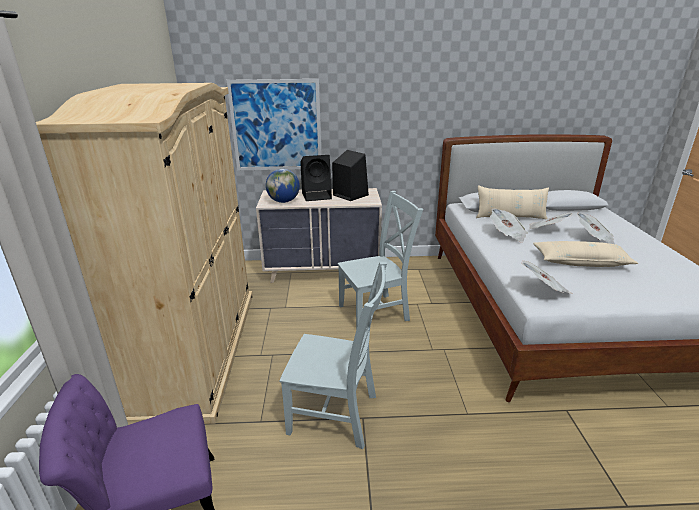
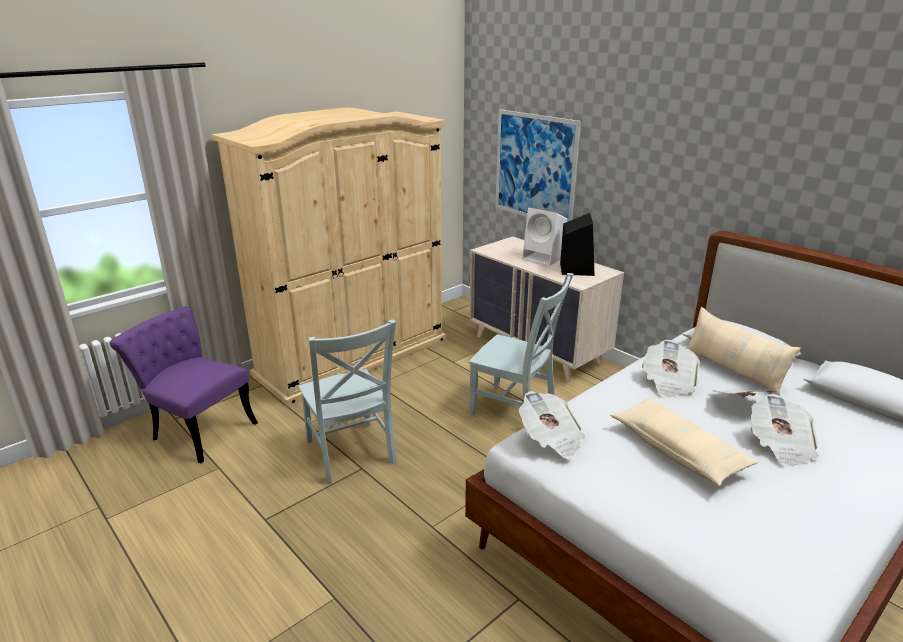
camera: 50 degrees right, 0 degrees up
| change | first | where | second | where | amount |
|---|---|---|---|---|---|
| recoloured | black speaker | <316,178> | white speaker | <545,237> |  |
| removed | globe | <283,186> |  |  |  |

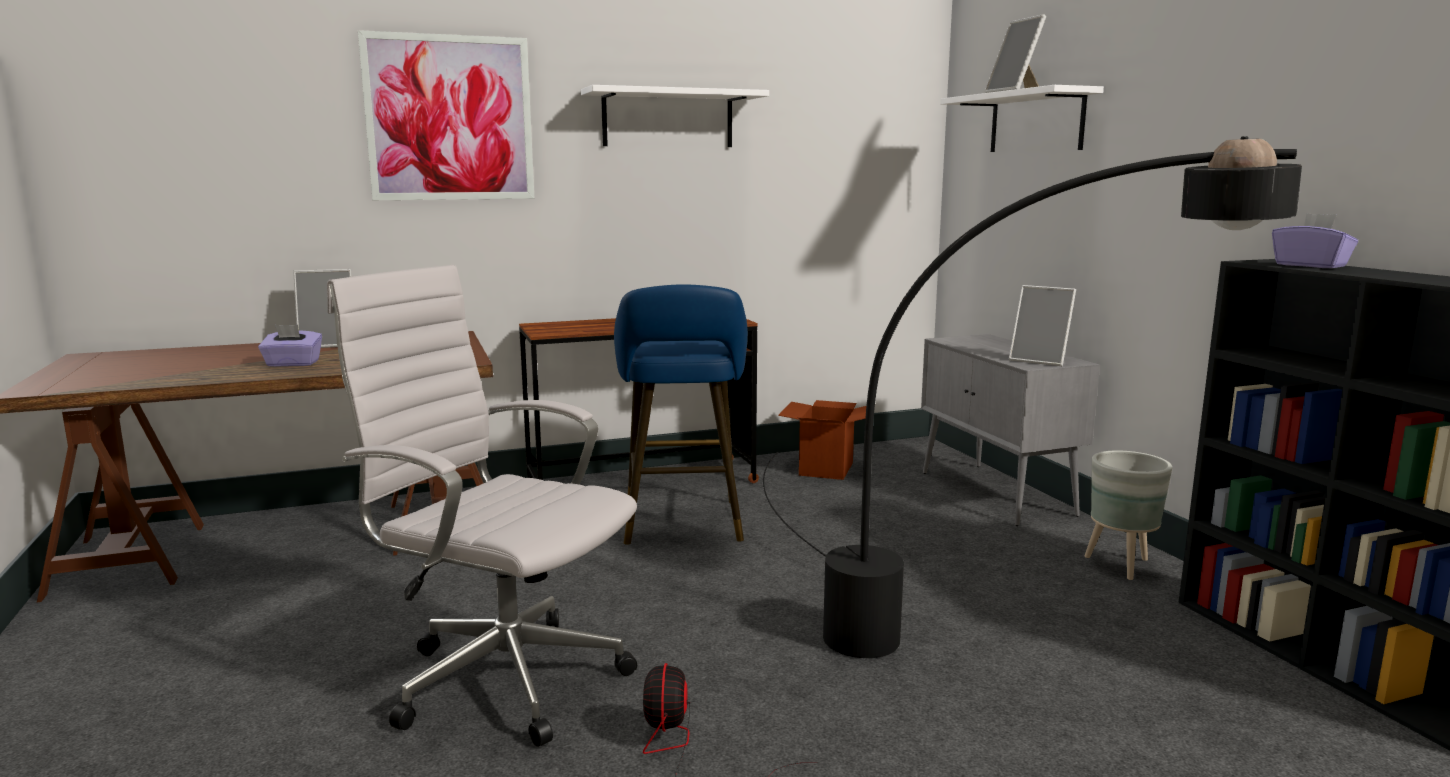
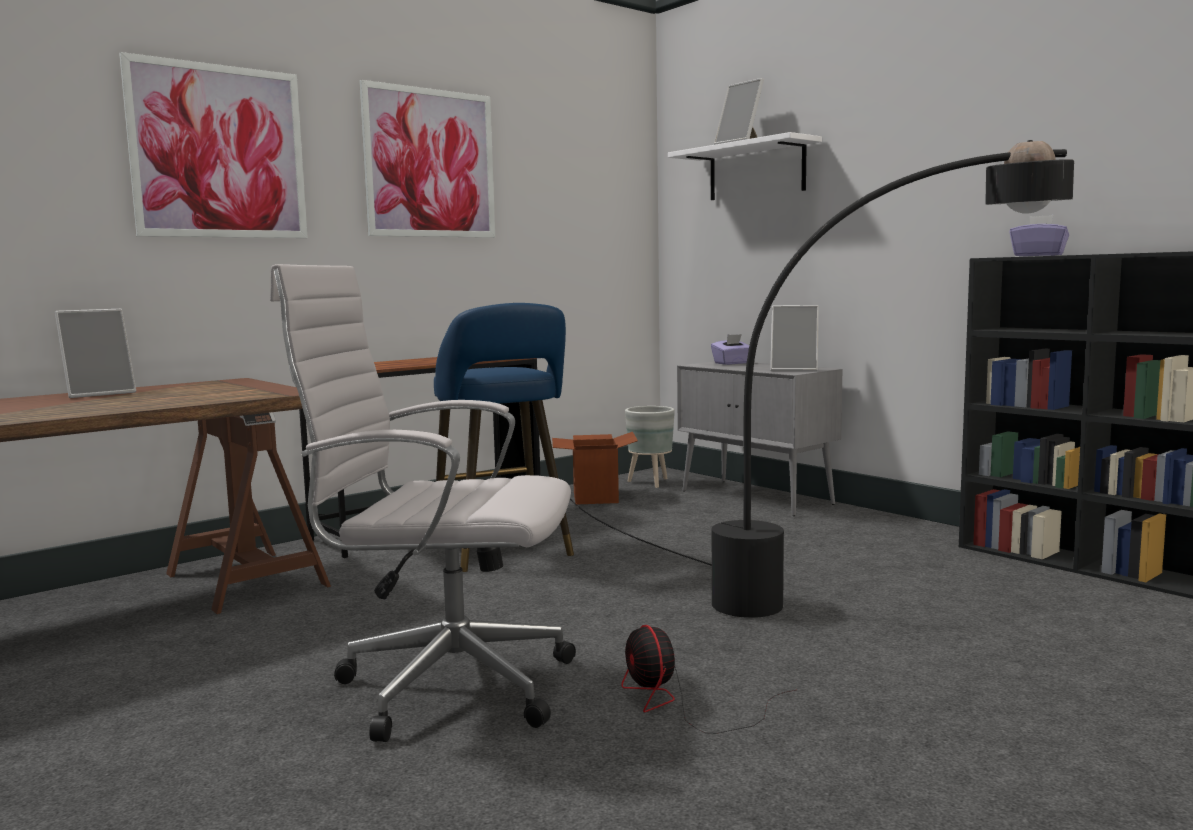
camera: 20 degrees left, 5 degrees down
| change | first | where | second | where | amount |
|---|---|---|---|---|---|
| replaced | white shelf | <675,116> | picture | <427,159> |  |
| moved | purple tissue box | <290,346> |  | <730,349> |  |
| moved | grey planter | <1128,515> |  | <650,447> |  |

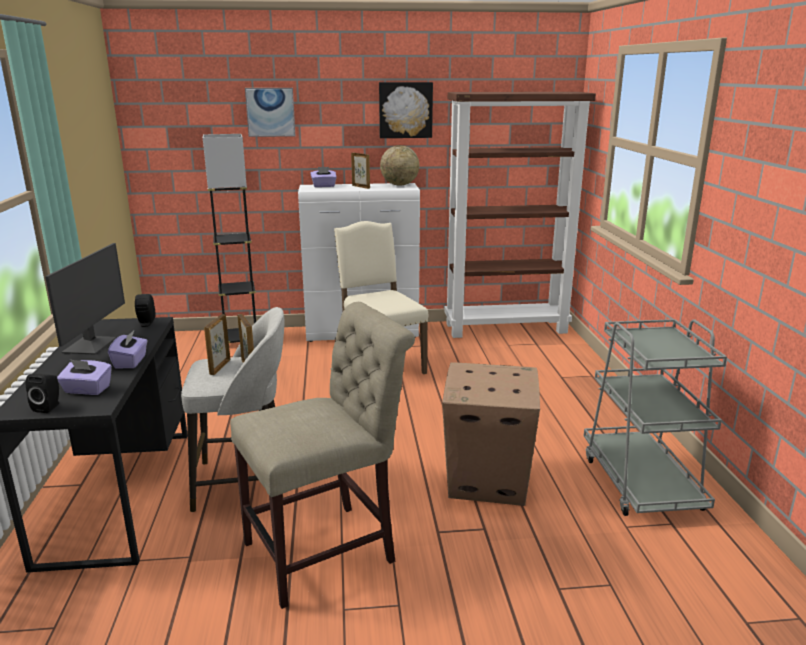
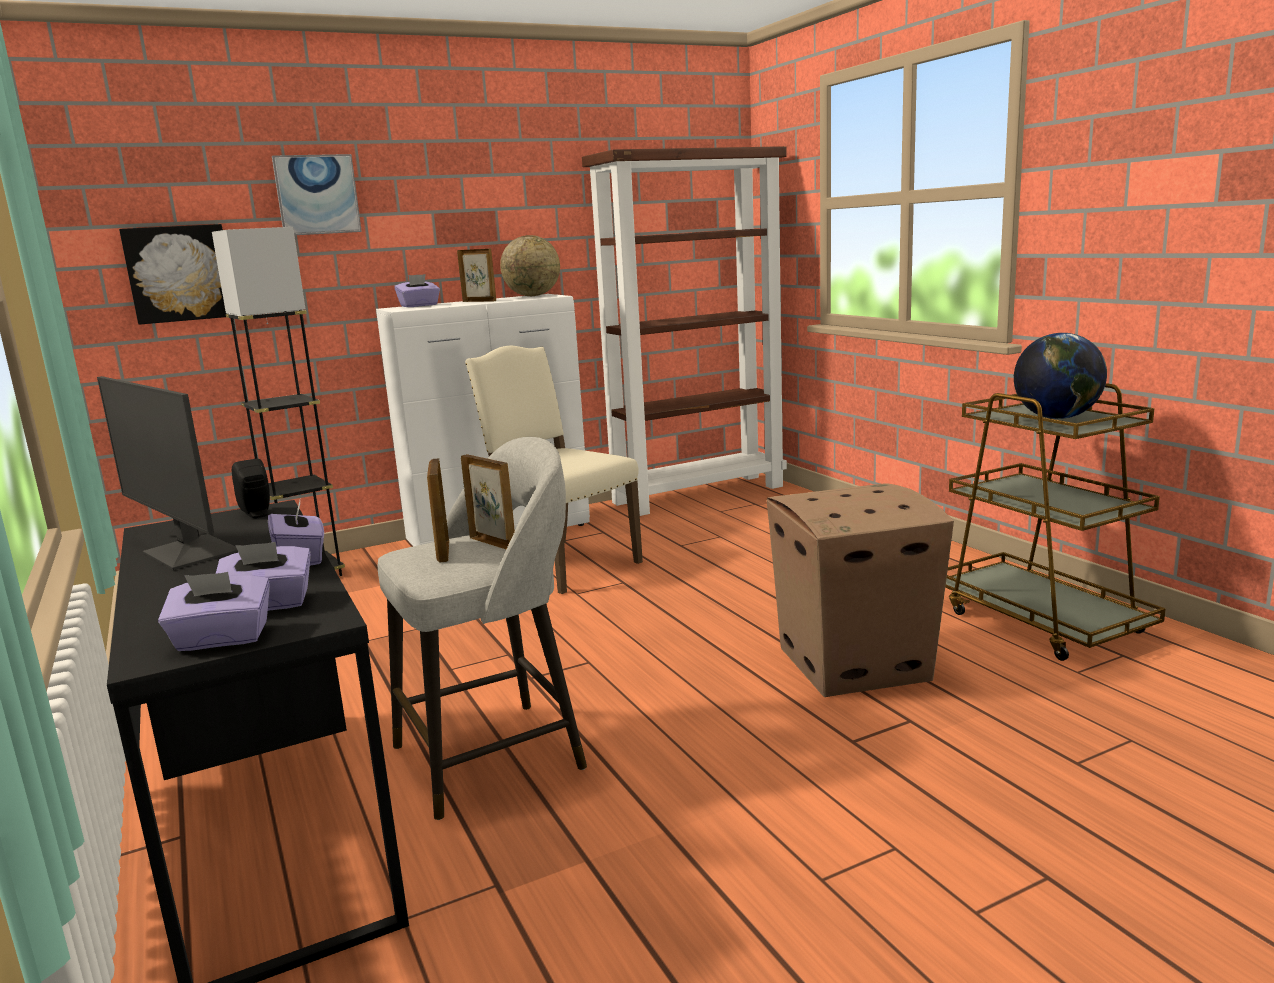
camera: 20 degrees left, 5 degrees down
| change | first | where | second | where | amount |
|---|---|---|---|---|---|
| moved | picture | <406,110> |  | <173,274> |  |
| turned | monitor | <85,298> |  | <167,473> | 150 degrees clockwise |
| removed | beige chair | <322,455> |  |  |  |
| recoloured | grey cart | <655,417> | brown cart | <1055,522> |  |
| replaced | black speaker | <42,393> | purple tissue box | <214,611> |  |
| added |  |  | globe | <1060,376> |  |

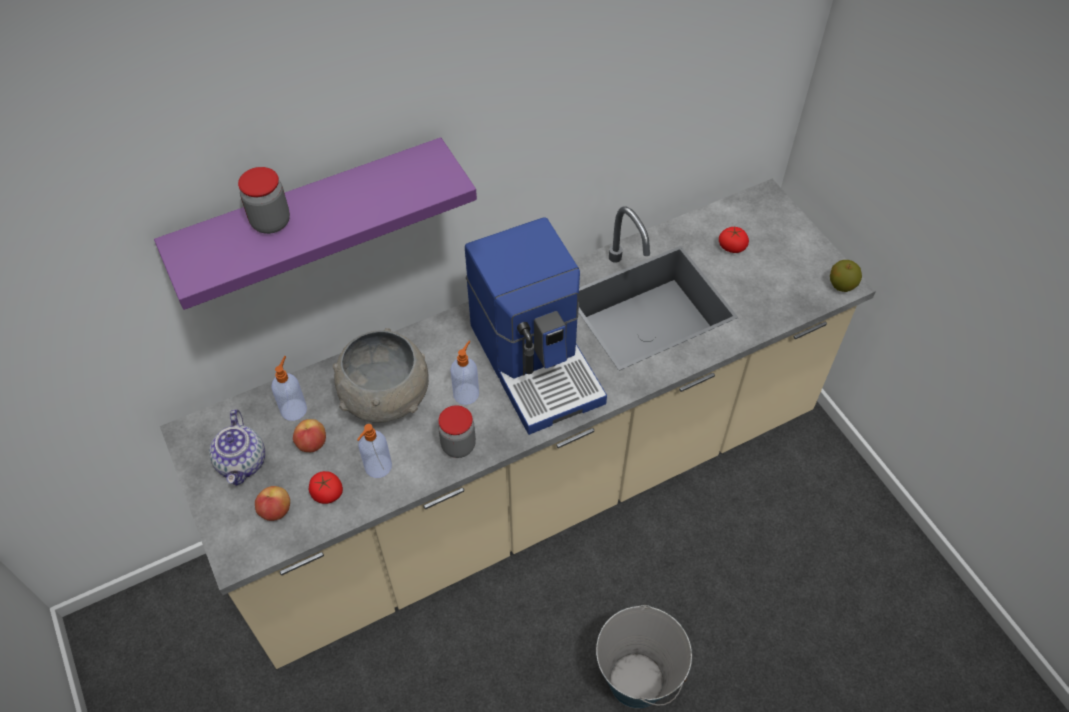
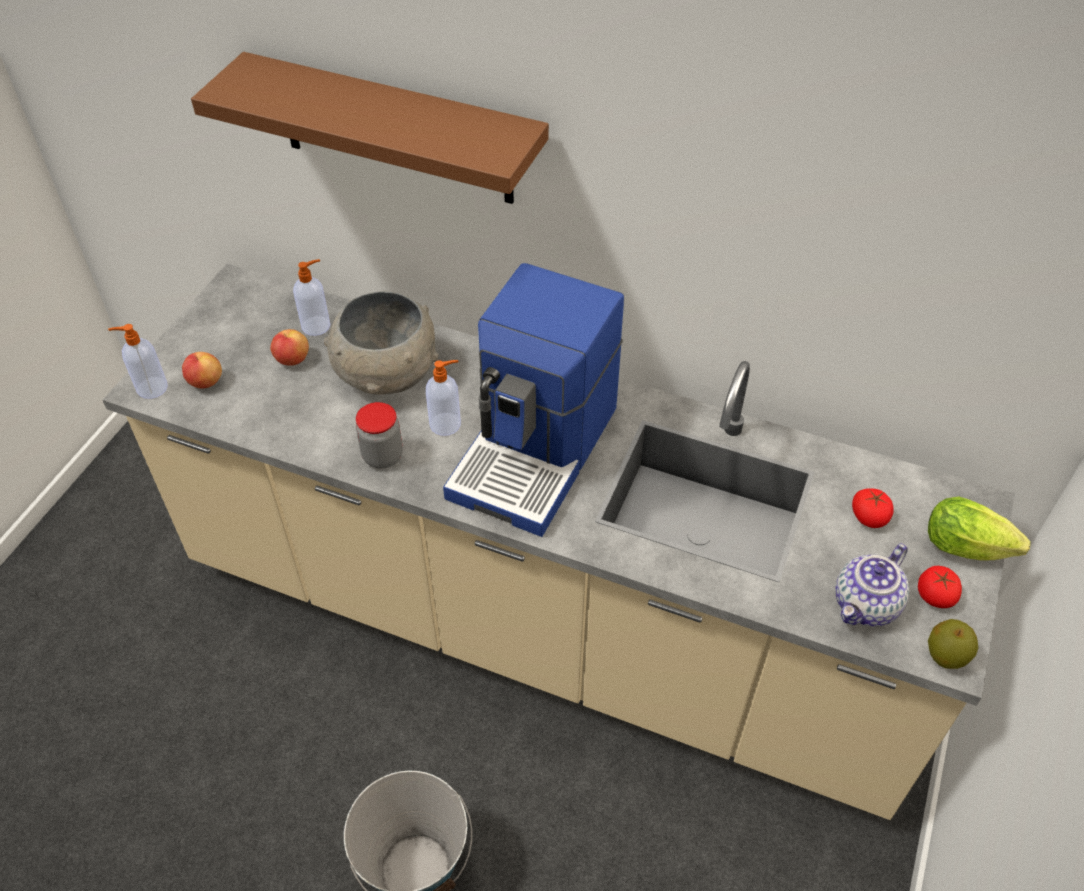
camera: 50 degrees right, 5 degrees down
| change | first | where | second | where | amount |
|---|---|---|---|---|---|
| recoloured | purple shelf | <315,223> | brown shelf | <370,128> |  |
| removed | jar | <264,200> |  |  |  |
| moved | teapot | <237,447> |  | <872,584> |  |
| moved | soap dispenser | <374,451> |  | <138,361> |  |
| moved | tomato | <326,487> |  | <940,587> |  |
| added |  |  | lettuce | <979,528> |  |

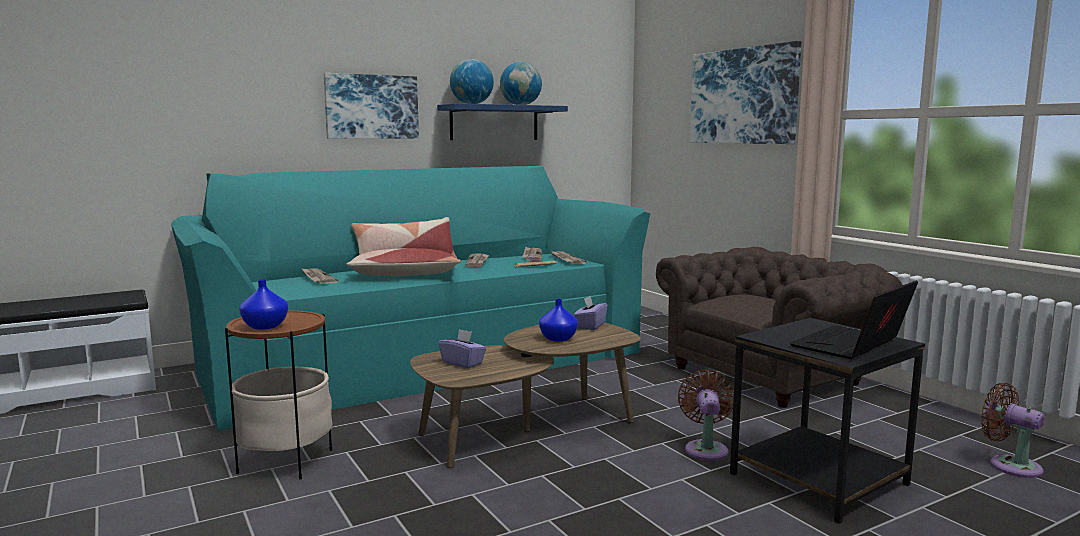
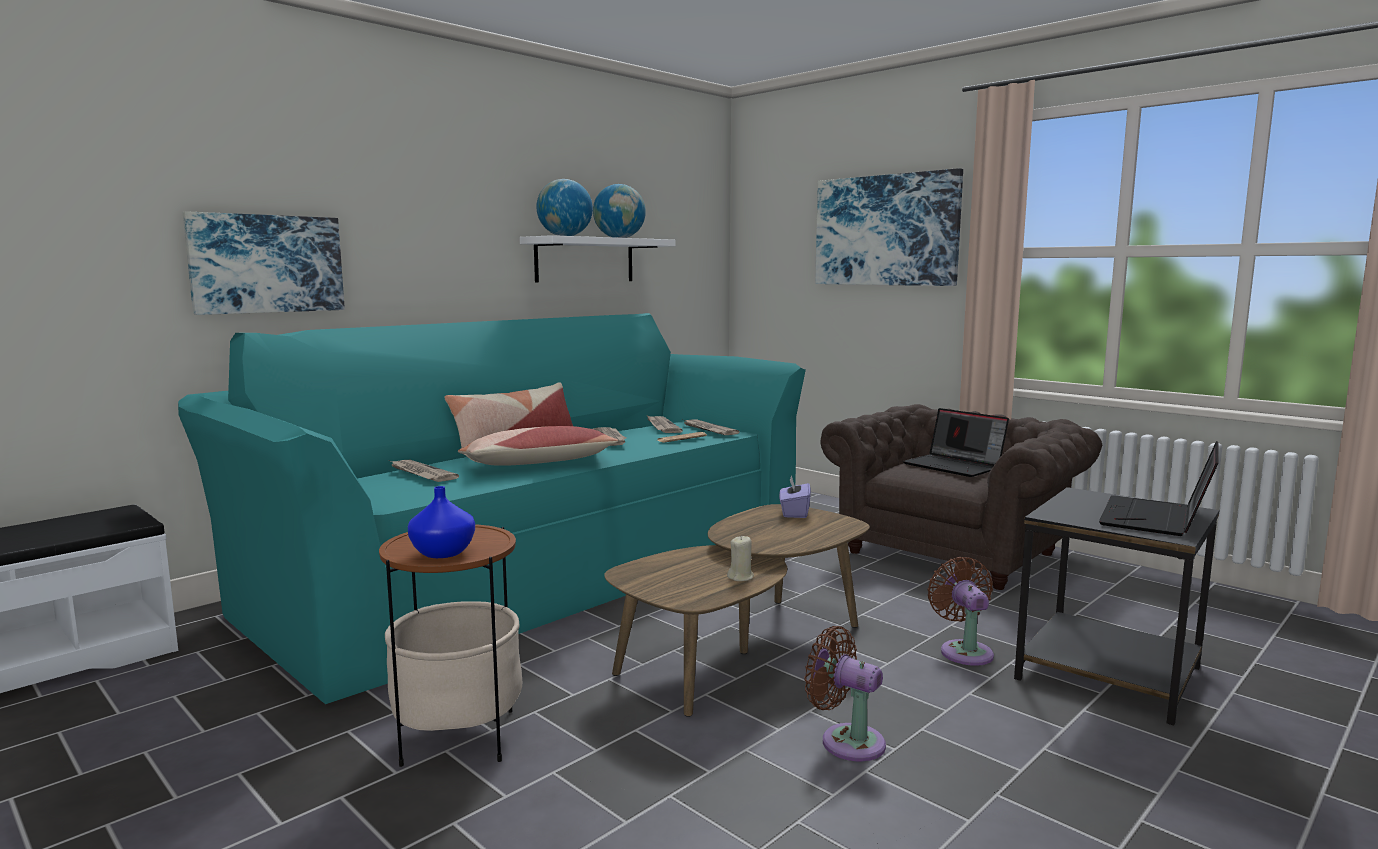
camera: 15 degrees left, 0 degrees up
| change | first | where | second | where | amount |
|---|---|---|---|---|---|
| moved | picture | <371,106> |  | <264,263> |  |
| recoloured | blue shelf | <502,121> | white shelf | <598,258> |  |
| removed | blue vase | <558,320> |  |  |  |
| removed | purple tissue box | <462,348> |  |  |  |
| moved | brown fan | <1013,430> |  | <845,694> |  |
| added |  |  | laptop | <956,442> |  |
| added |  |  | beige candle | <740,558> |  |

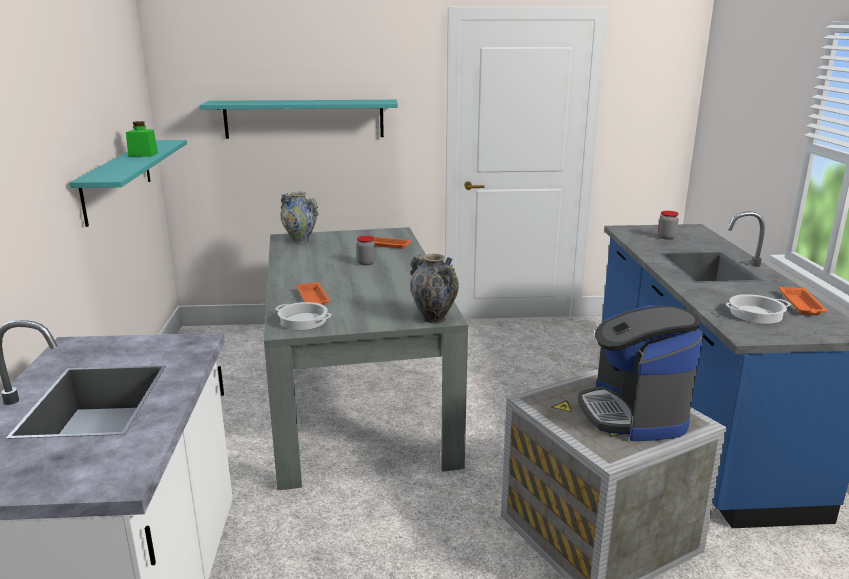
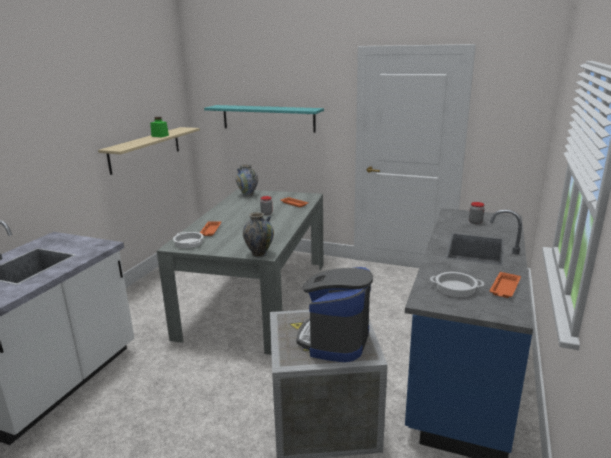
camera: 25 degrees right, 0 degrees up
| change | first | where | second | where | amount |
|---|---|---|---|---|---|
| recoloured | turquoise shelf | <128,183> | beige shelf | <149,151> |  |

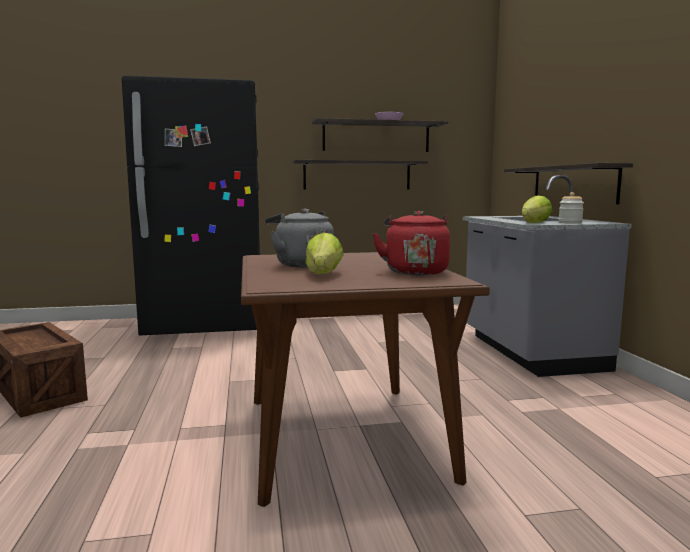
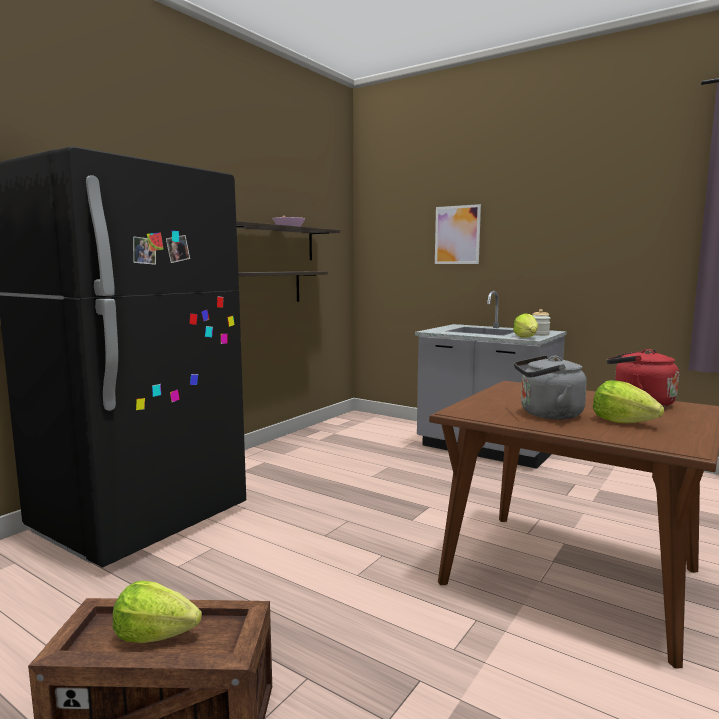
camera: 45 degrees left, 0 degrees up
| change | first | where | second | where | amount |
|---|---|---|---|---|---|
| removed | shelf | <568,183> |  |  |  |
| added |  |  | picture | <458,234> |  |
| added |  |  | lettuce | <157,612> |  |

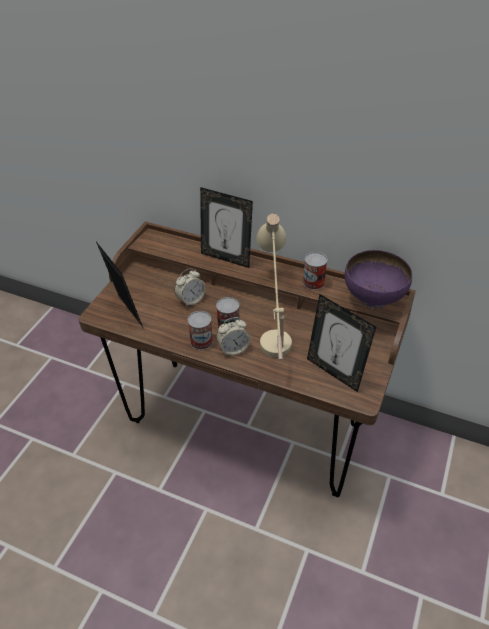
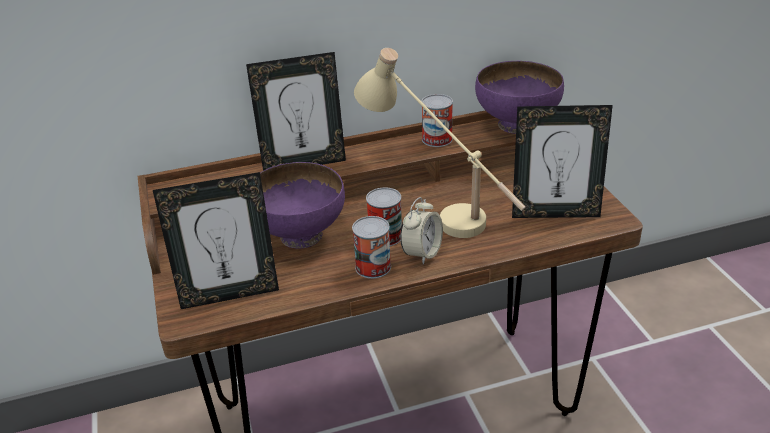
camera: 40 degrees left, 10 degrees down
| change | first | where | second | where | amount |
|---|---|---|---|---|---|
| turned | picture frame | <120,285> |  | <216,240> | 150 degrees clockwise |
| replaced | alarm clock | <190,287> | purple bowl | <302,205> |  |

